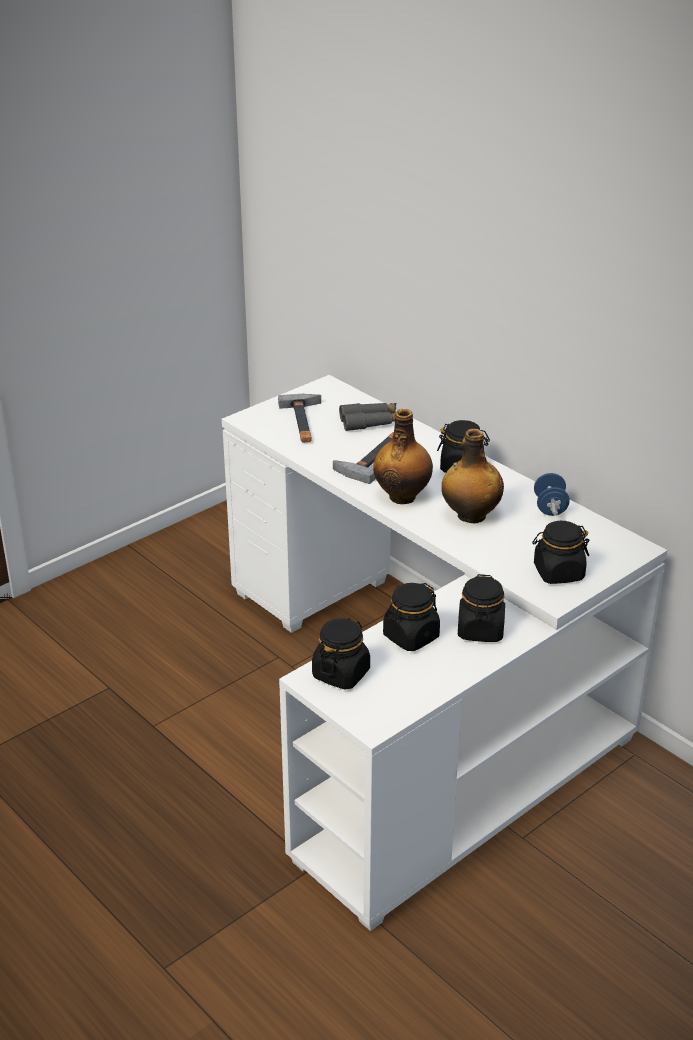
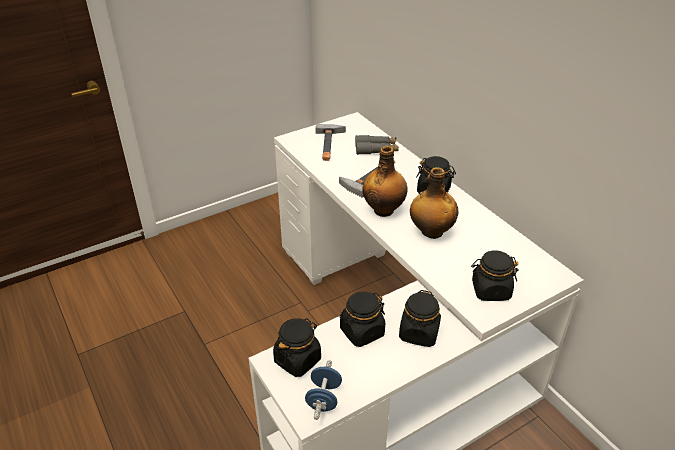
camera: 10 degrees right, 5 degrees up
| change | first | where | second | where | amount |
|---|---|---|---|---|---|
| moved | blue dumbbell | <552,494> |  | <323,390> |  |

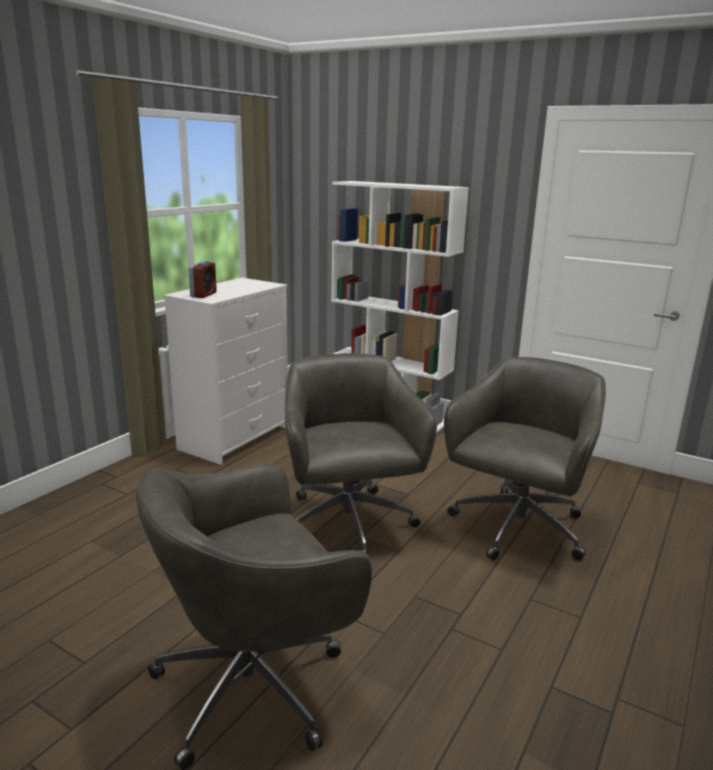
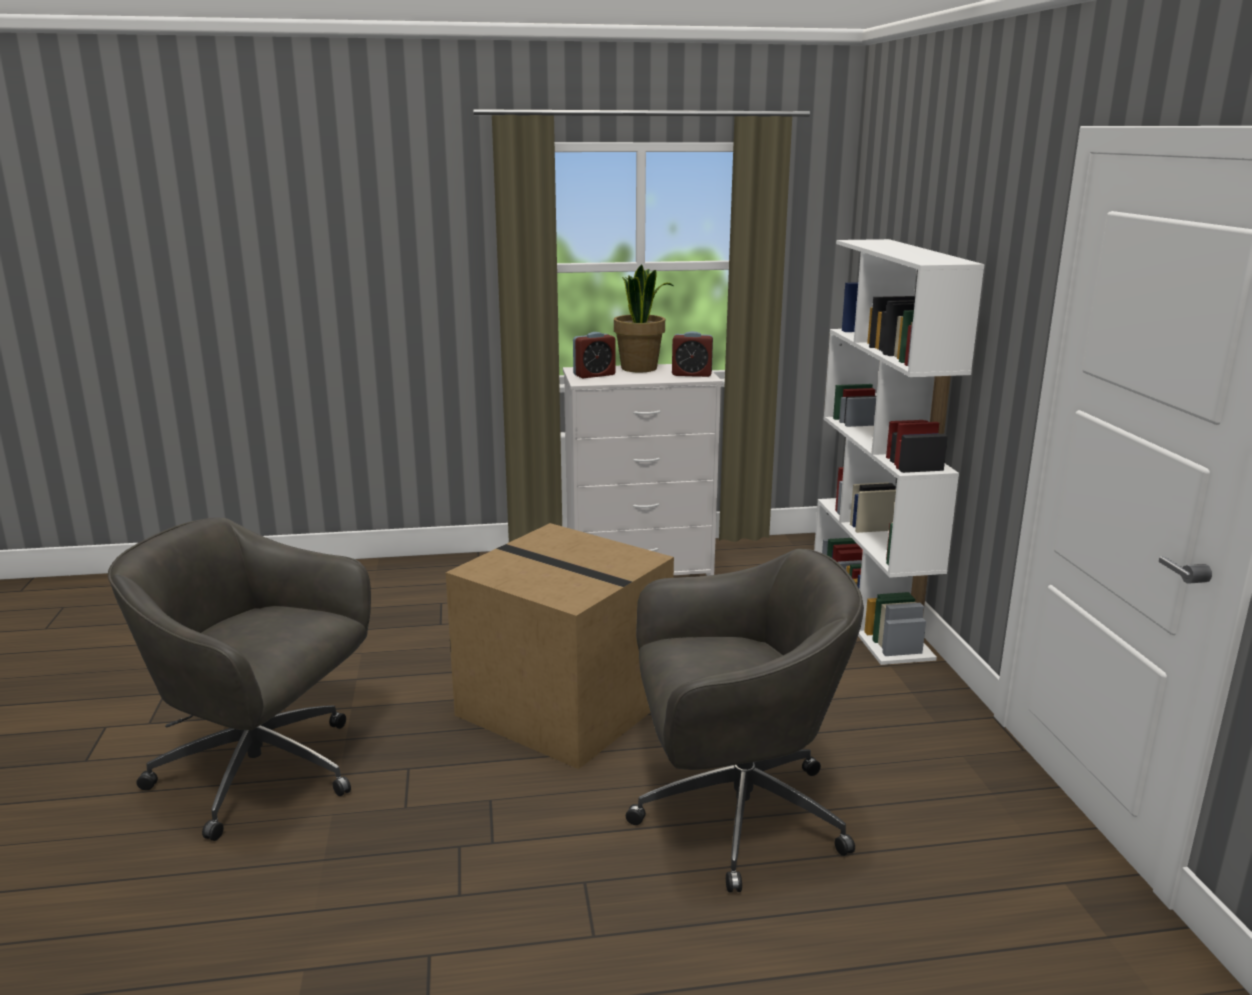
camera: 50 degrees right, 0 degrees up
| change | first | where | second | where | amount |
|---|---|---|---|---|---|
| replaced | grey office chair | <361,454> | cardboard box | <560,646> |  |
| added |  |  | potted plant | <644,318> |  |
| added |  |  | alarm clock | <692,354> |  |

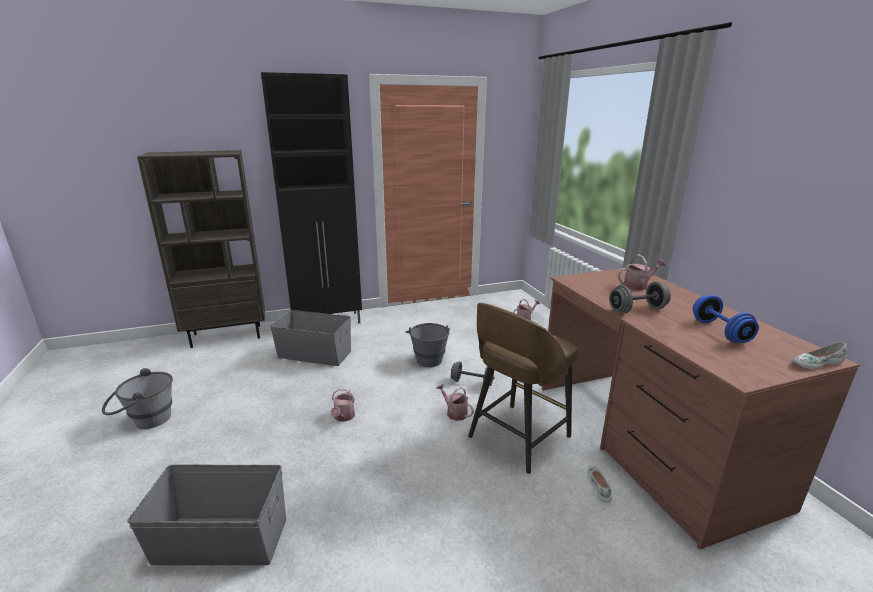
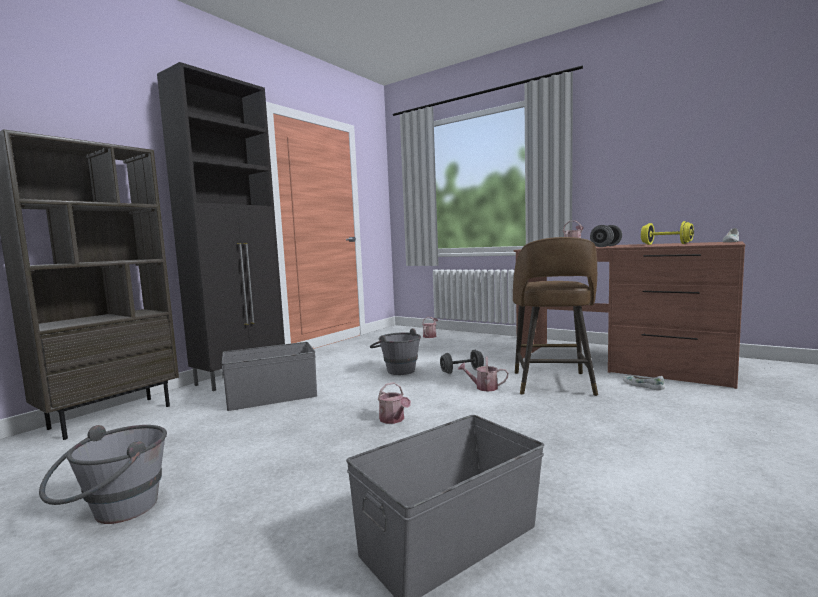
camera: 35 degrees left, 15 degrees down
| change | first | where | second | where | amount |
|---|---|---|---|---|---|
| recoloured | blue dumbbell | <726,319> | yellow dumbbell | <667,233> |  |

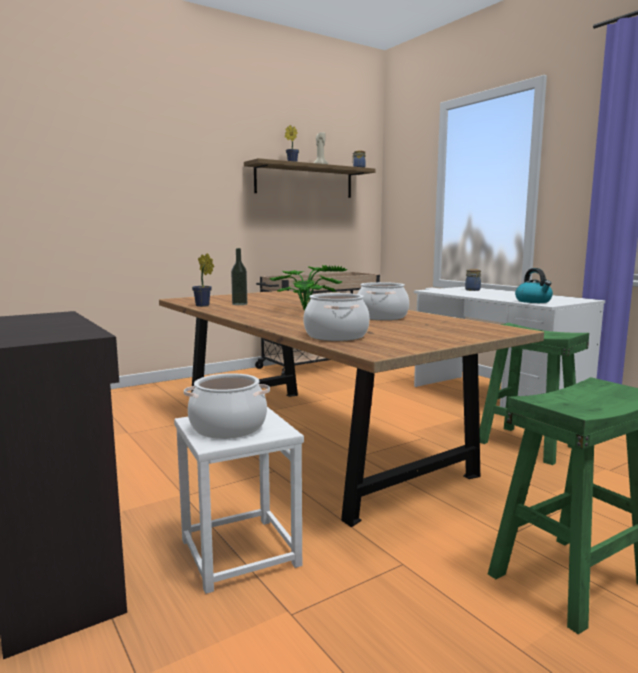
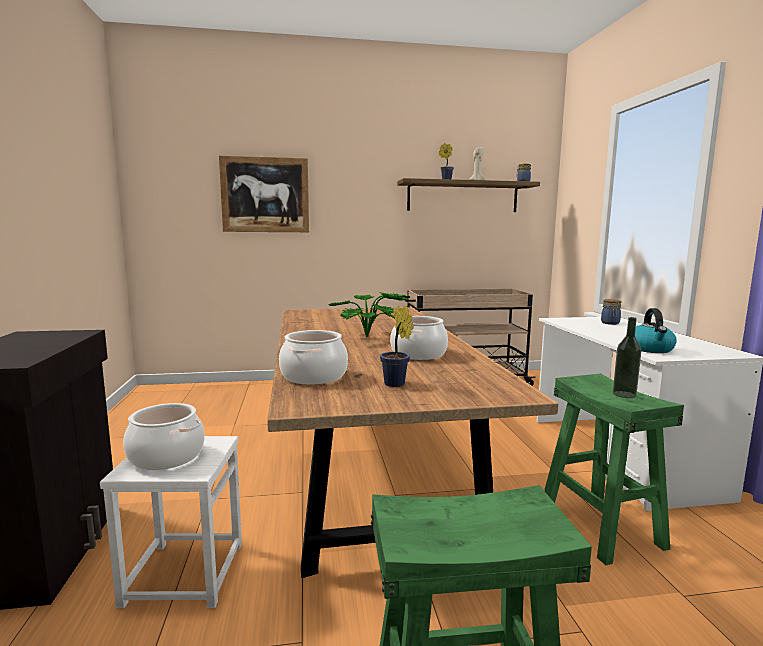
camera: 25 degrees right, 0 degrees up
| change | first | where | second | where | amount |
|---|---|---|---|---|---|
| moved | bottle | <239,276> |  | <627,357> |  |
| moved | potted plant | <203,280> |  | <397,346> |  |
| added |  |  | picture | <264,194> |  |

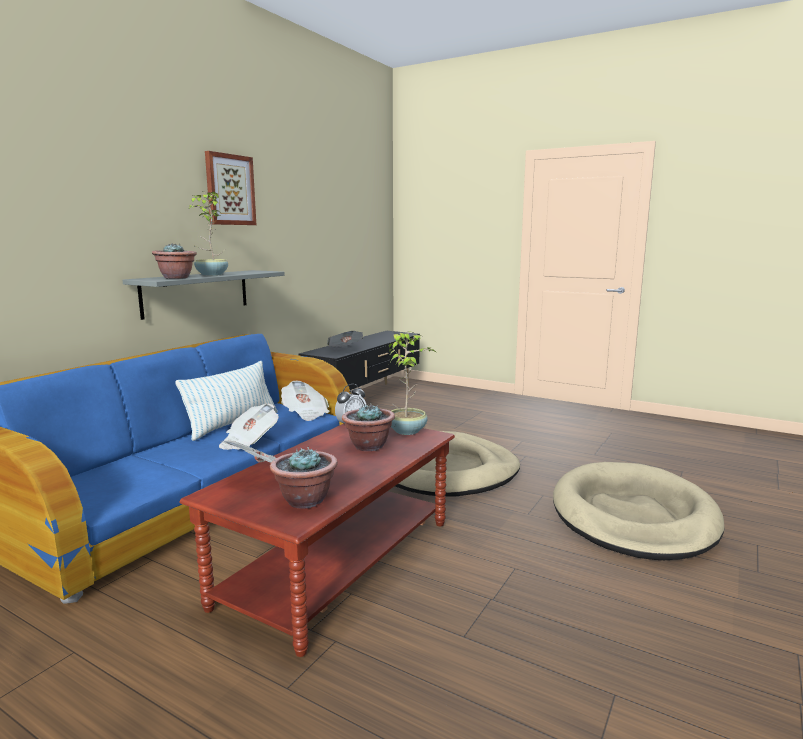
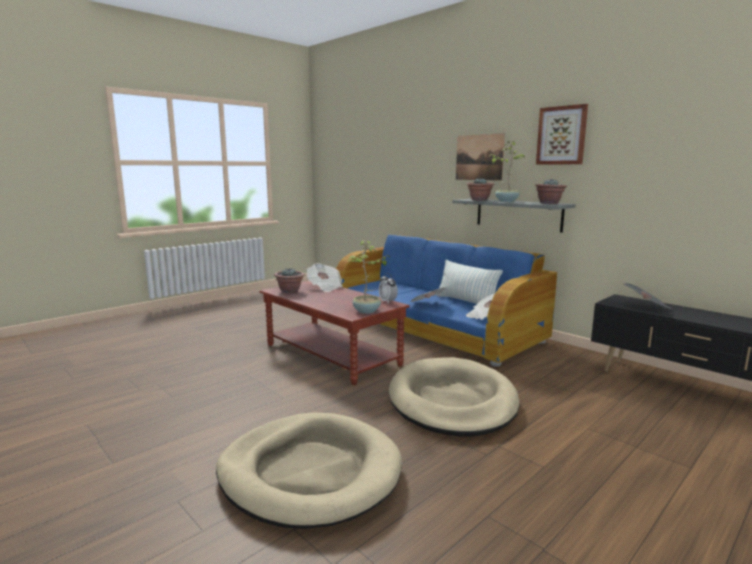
camera: 105 degrees right, 0 degrees up
| change | first | where | second | where | amount |
|---|---|---|---|---|---|
| moved | potted plant | <368,427> |  | <551,191> |  |
| added |  |  | picture | <480,157> |  |

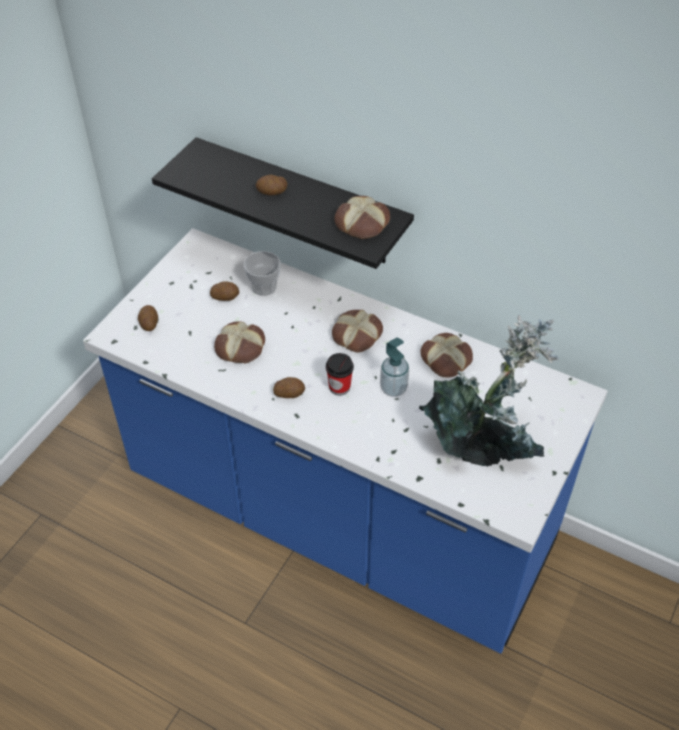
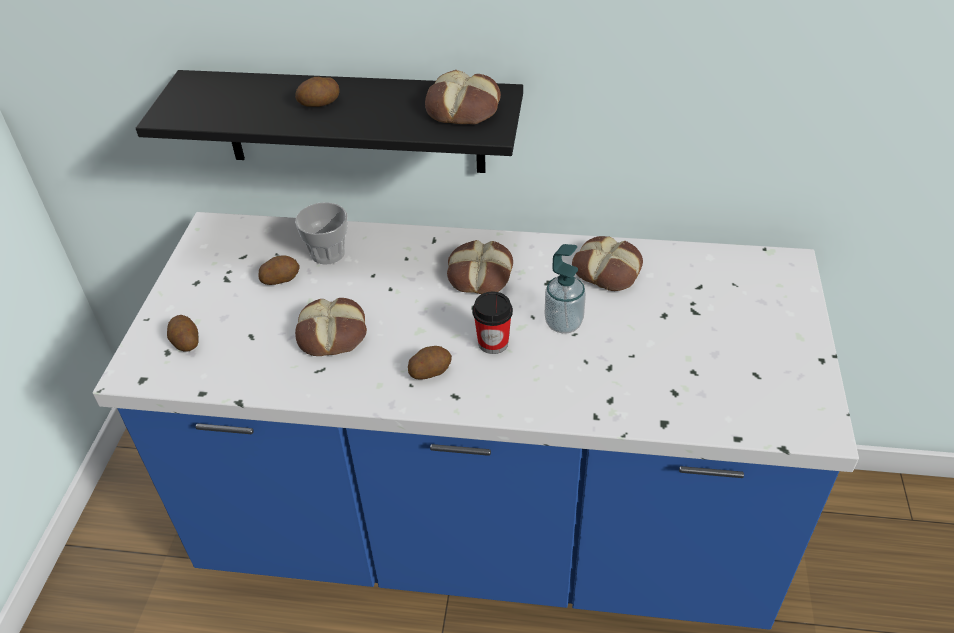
camera: 20 degrees left, 5 degrees down
| change | first | where | second | where | amount |
|---|---|---|---|---|---|
| removed | potted plant | <489,390> |  |  |  |

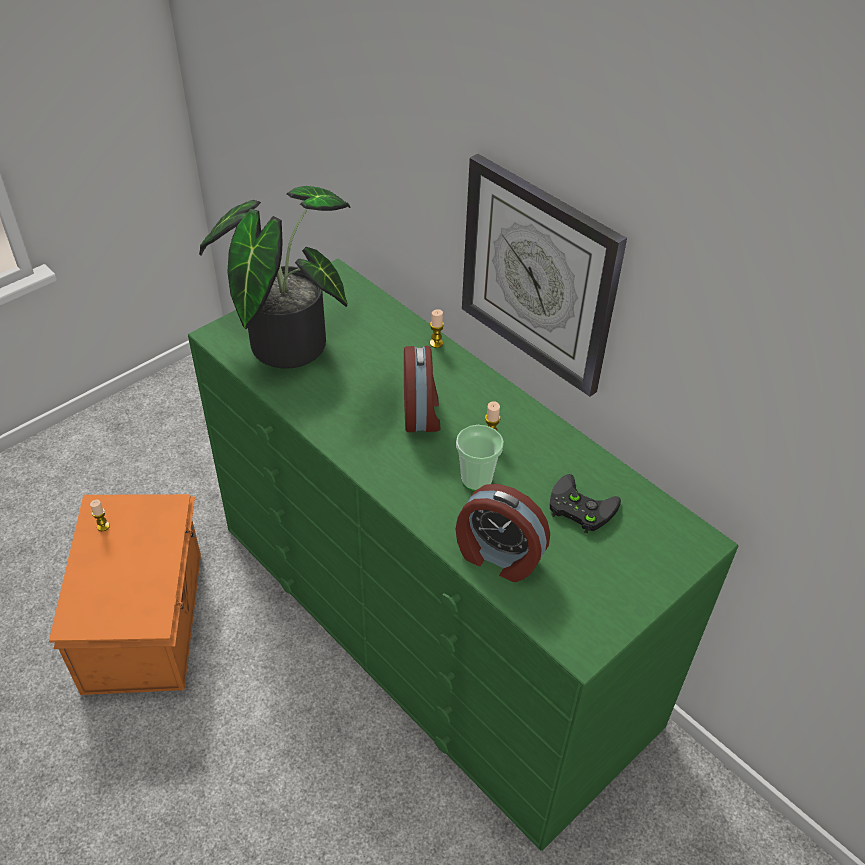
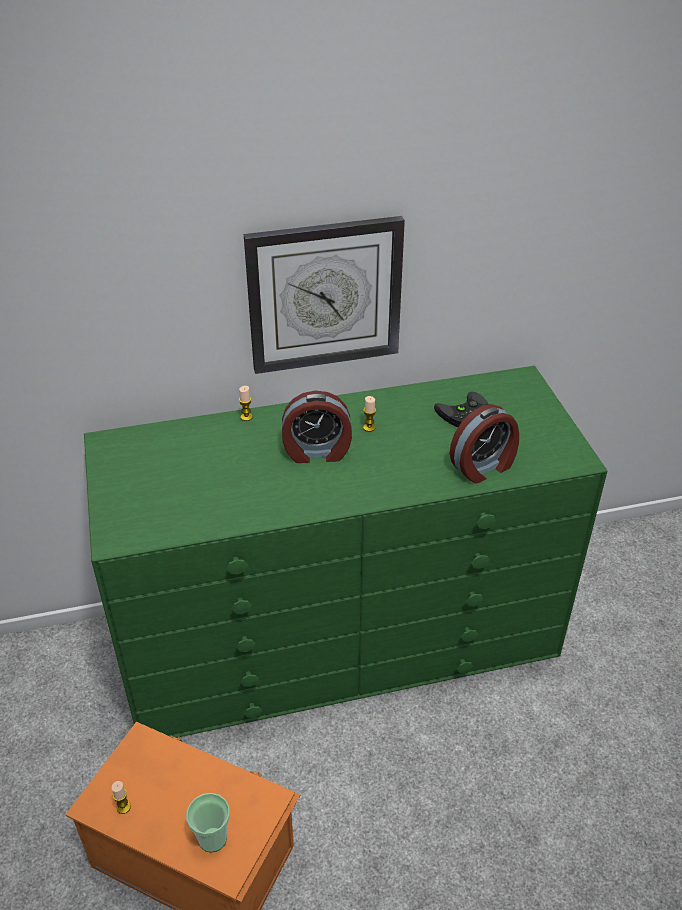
camera: 60 degrees left, 5 degrees down
| change | first | where | second | where | amount |
|---|---|---|---|---|---|
| removed | potted plant | <275,277> |  |  |  |
| turned | alarm clock | <422,389> |  | <317,427> | 150 degrees clockwise |
| moved | cup | <480,458> |  | <208,823> |  |

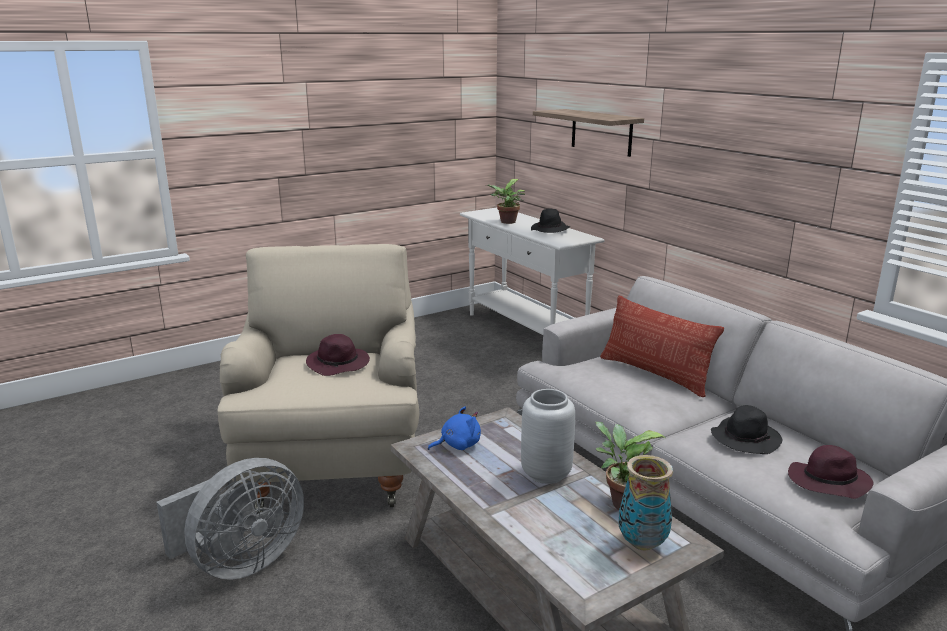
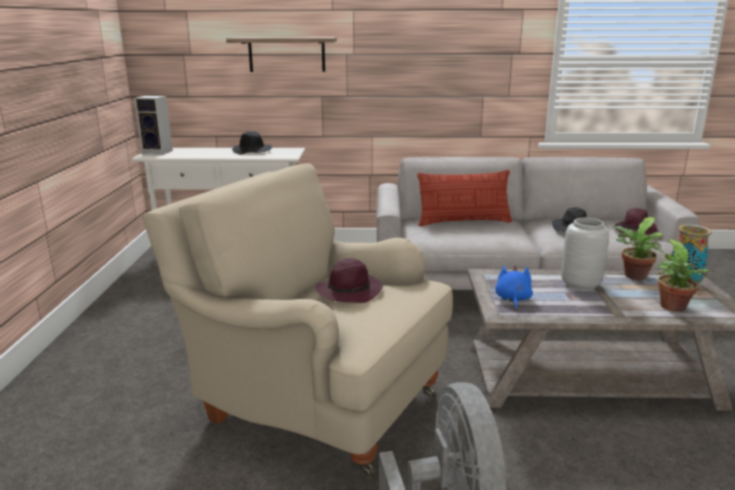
camera: 55 degrees left, 0 degrees up
| change | first | where | second | where | amount |
|---|---|---|---|---|---|
| moved | potted plant | <505,201> |  | <686,275> |  |
| added |  |  | speaker | <153,125> |  |

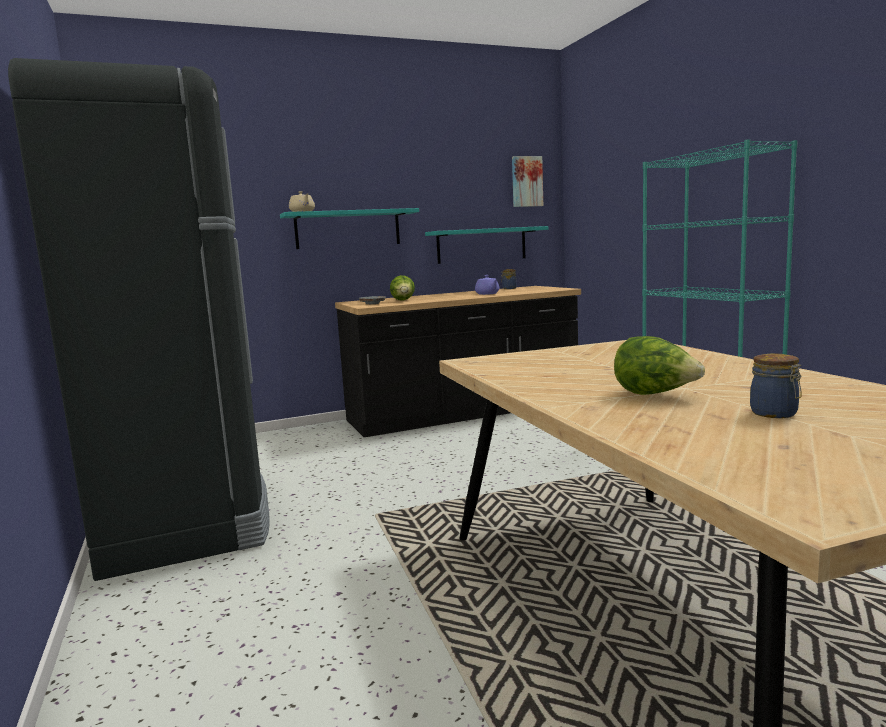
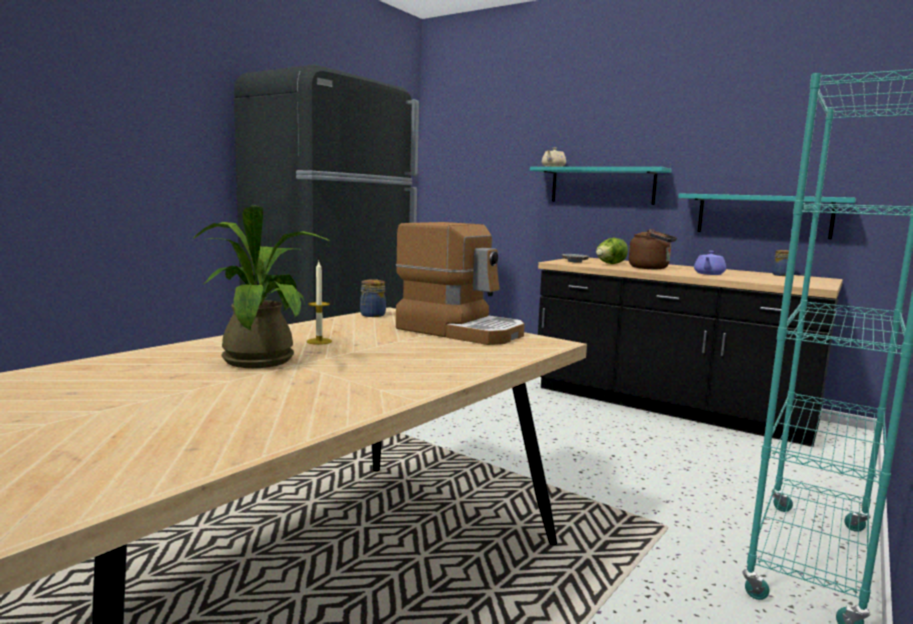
camera: 55 degrees right, 0 degrees up
| change | first | where | second | where | amount |
|---|---|---|---|---|---|
| removed | picture | <527,181> |  |  |  |
| replaced | lettuce | <659,365> | potted plant | <261,286> |  |
| moved | jar | <776,385> |  | <373,298> |  |
| added |  |  | coffee machine | <460,283> |  |
| added |  |  | brown kettle | <653,249> |  |
| added |  |  | candle | <319,303> |  |

